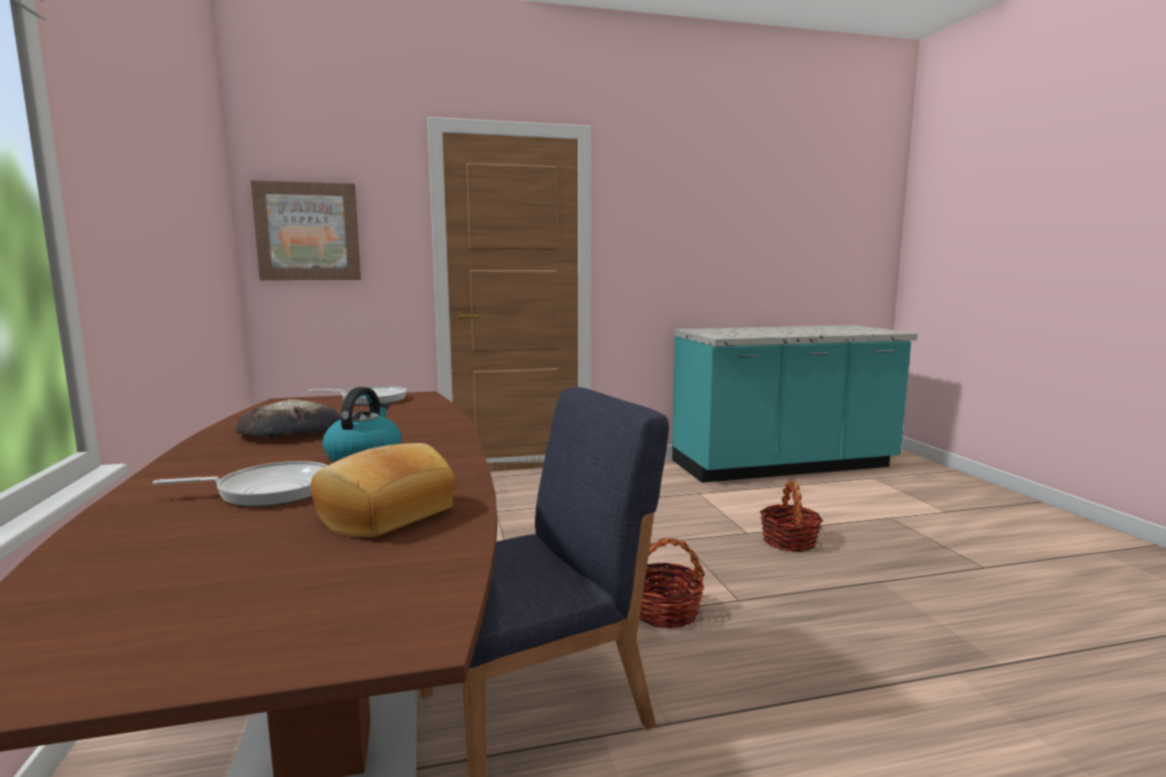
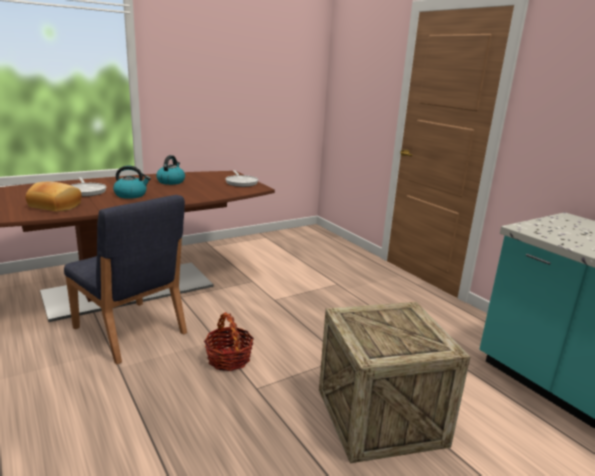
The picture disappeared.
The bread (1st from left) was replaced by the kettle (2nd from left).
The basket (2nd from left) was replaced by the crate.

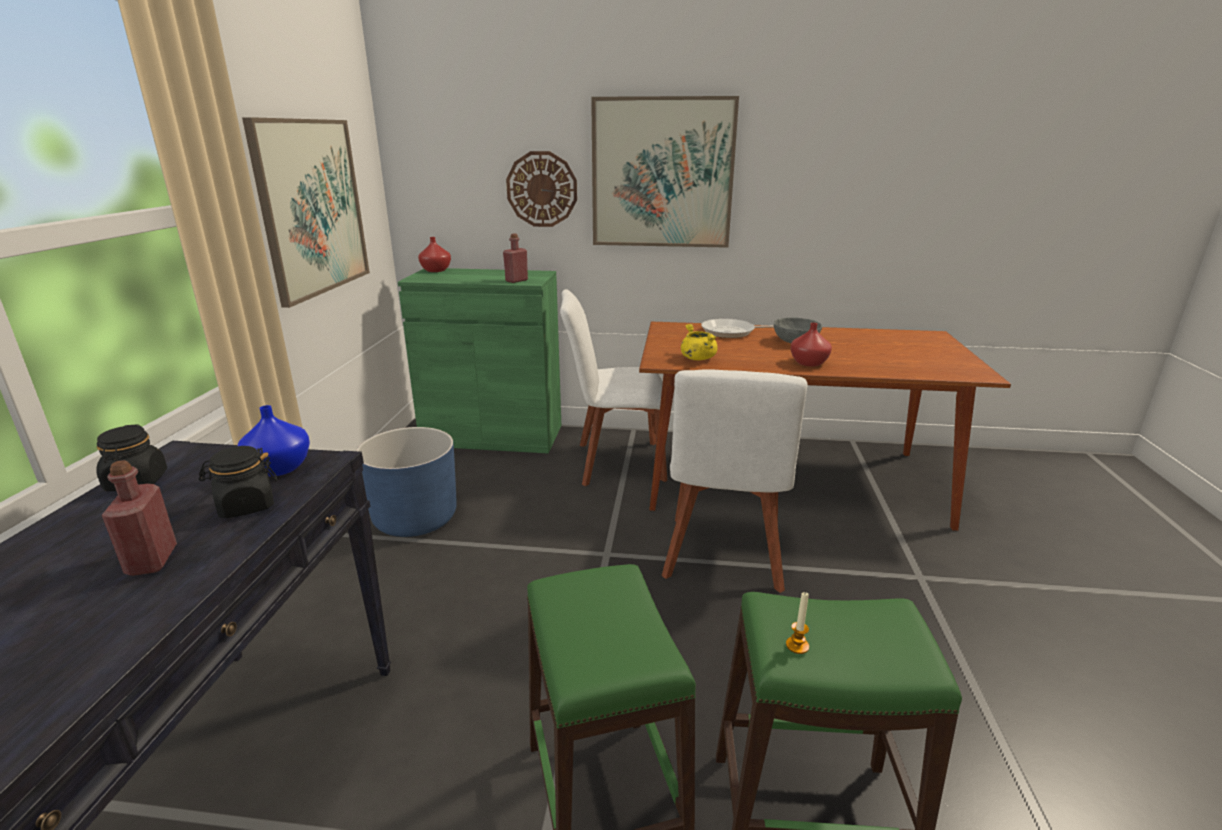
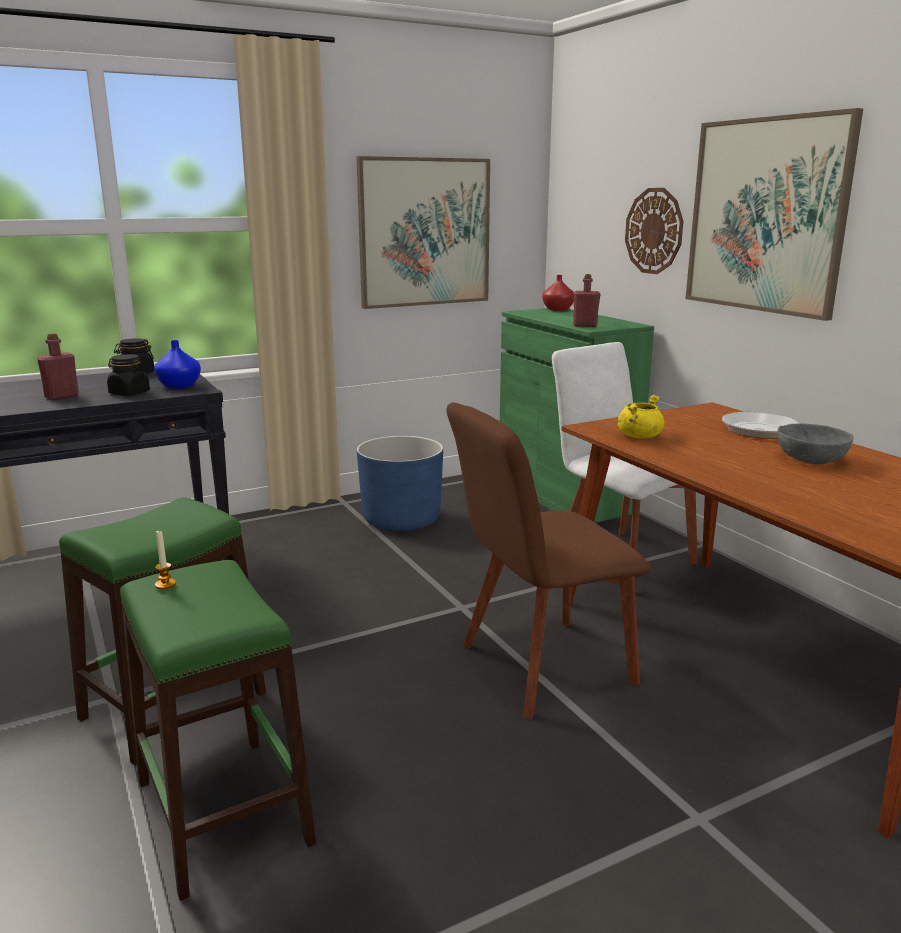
The vase (red) (2nd from left) disappeared.
The chair (white) (2nd from left) became the chair (brown).

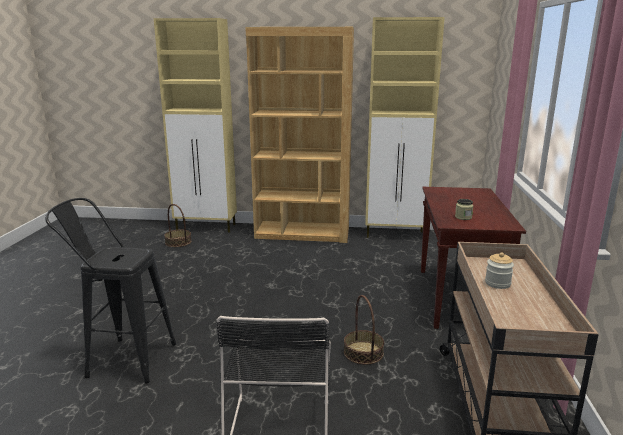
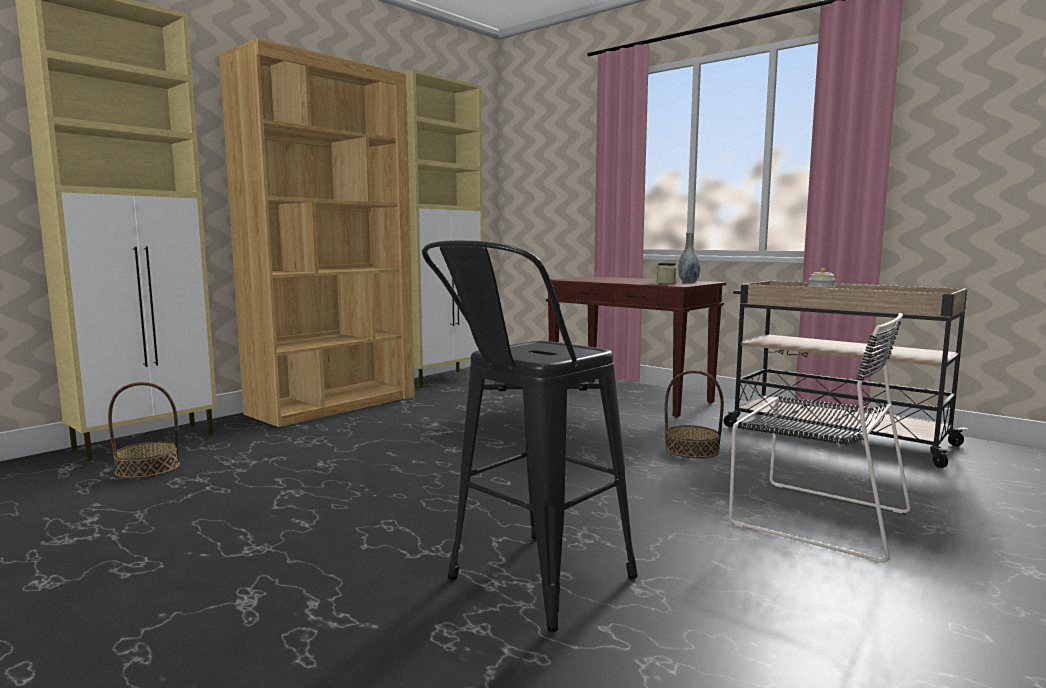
The vase (grey) appeared.

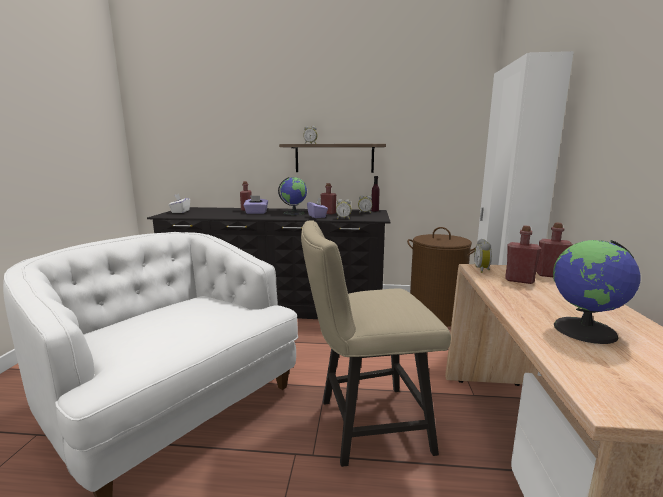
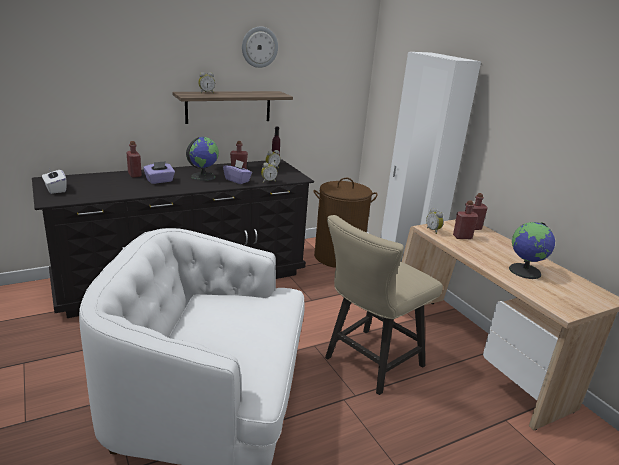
The wall clock appeared.

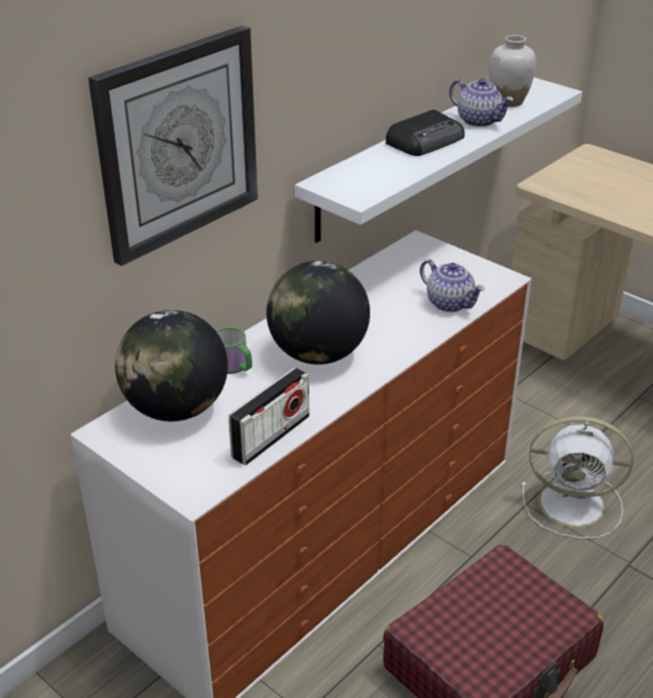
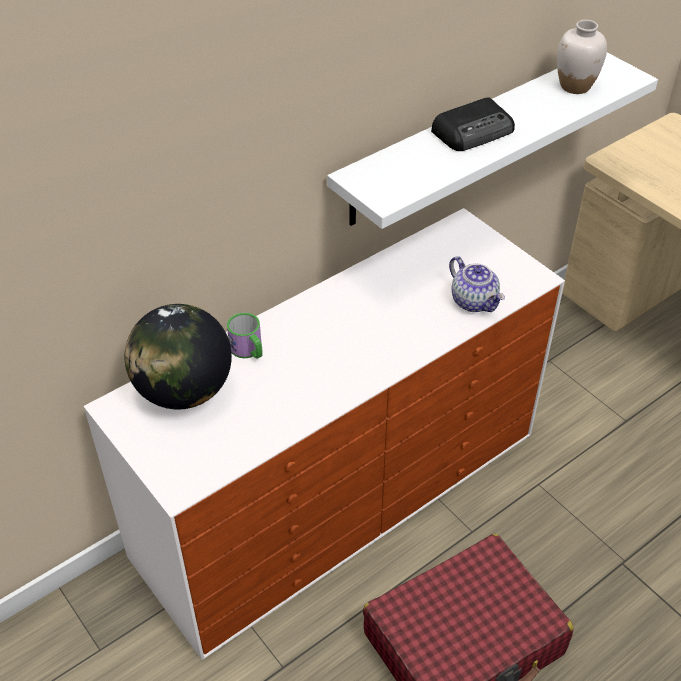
The wall clock disappeared.
The teapot (2nd from left) disappeared.
The globe (2nd from left) disappeared.
The radio (1st from left) disappeared.
The fan (white) disappeared.

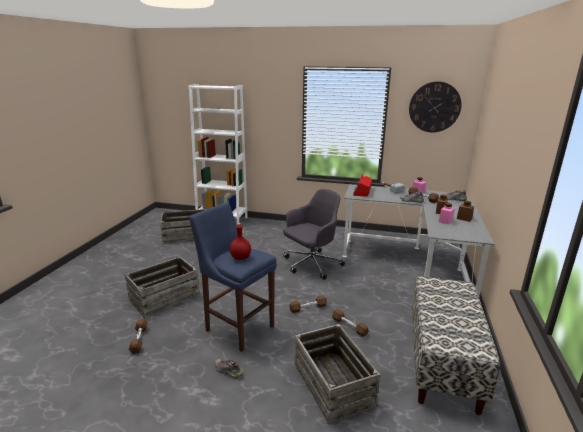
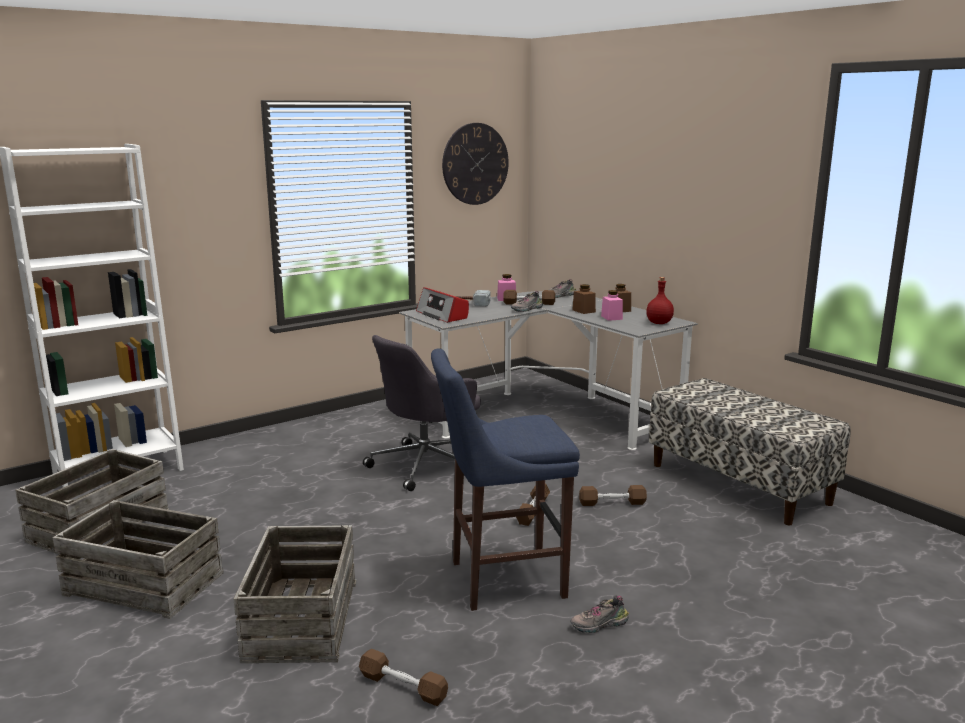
The office chair (grey) turned 135 degrees counterclockwise.
The bottle (red) moved.
The crate (3rd from left in the first image) moved.

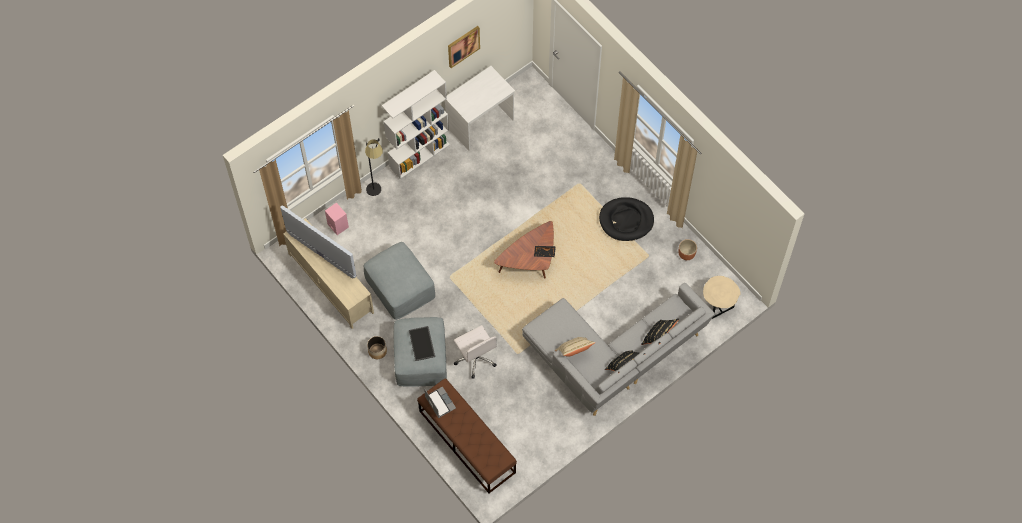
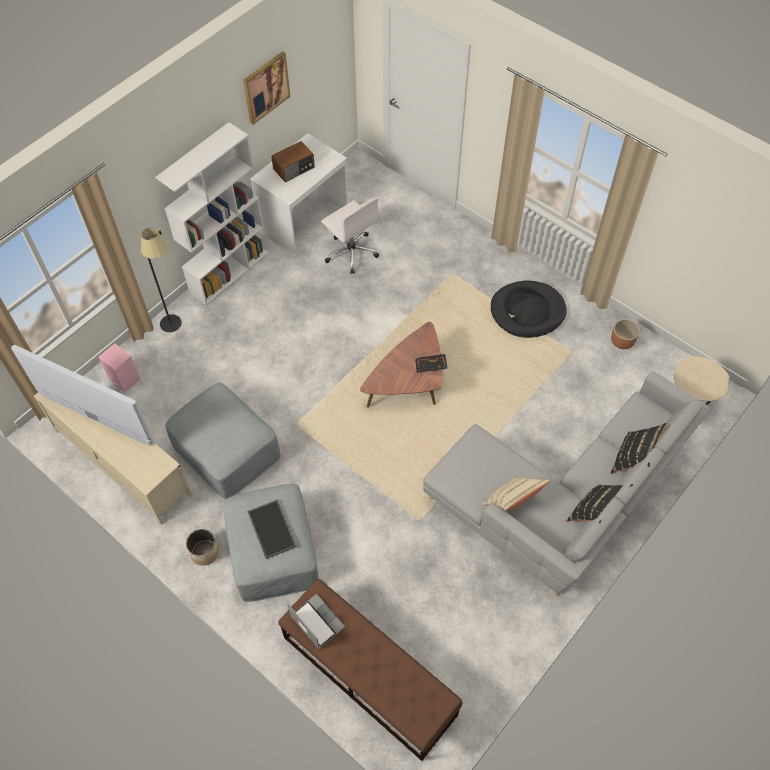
The office chair (white) moved.
The radio appeared.

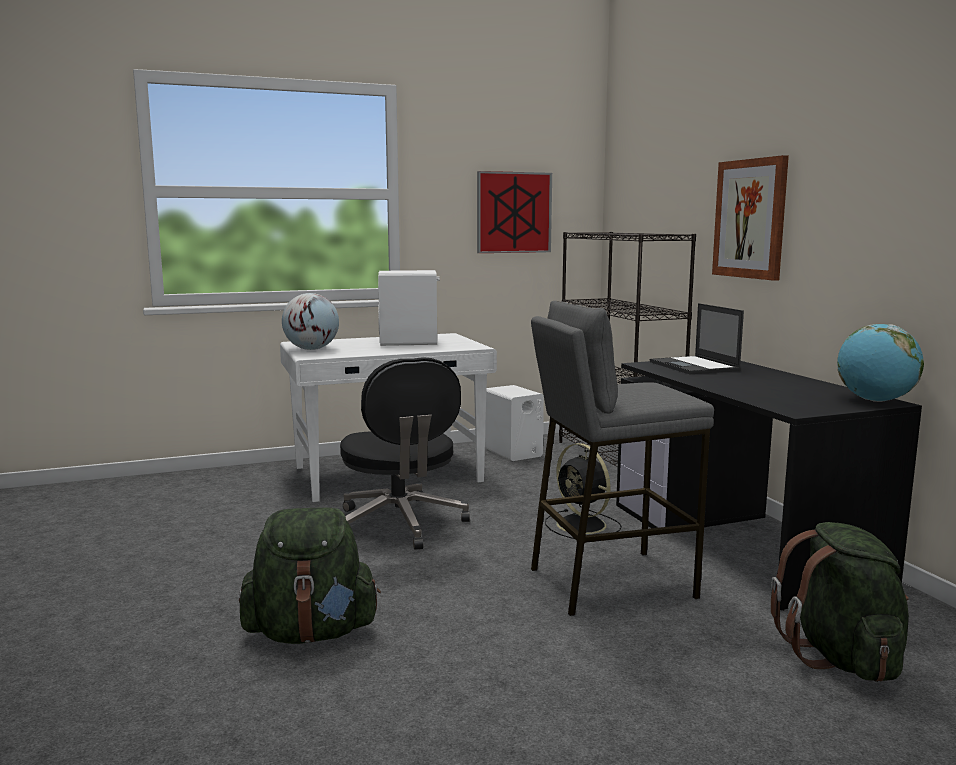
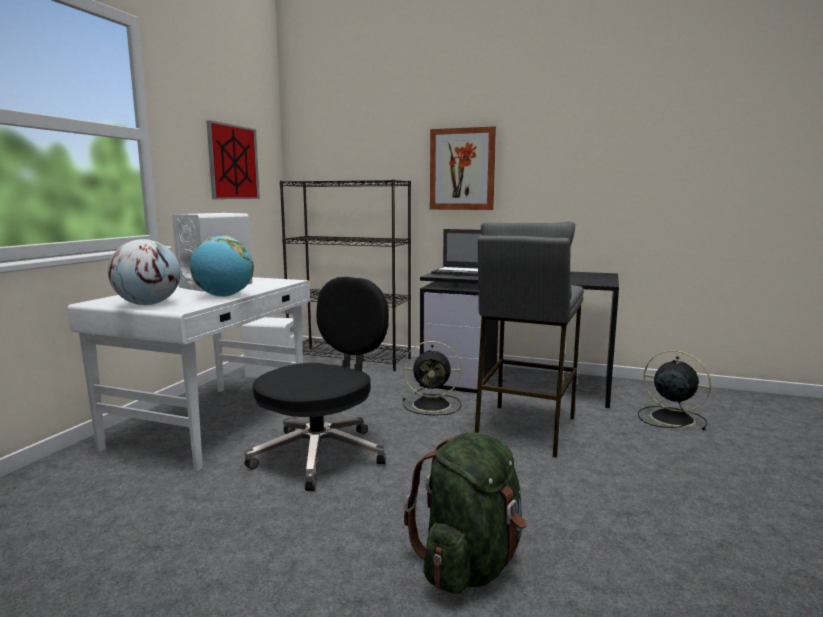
The globe (2nd from left) moved.
The office chair (black) turned 75 degrees counterclockwise.
The backpack (green) (2nd from left) was replaced by the fan (black) (2nd from left).

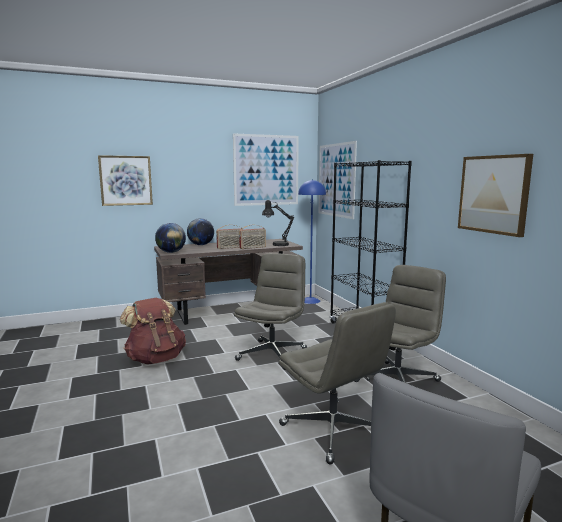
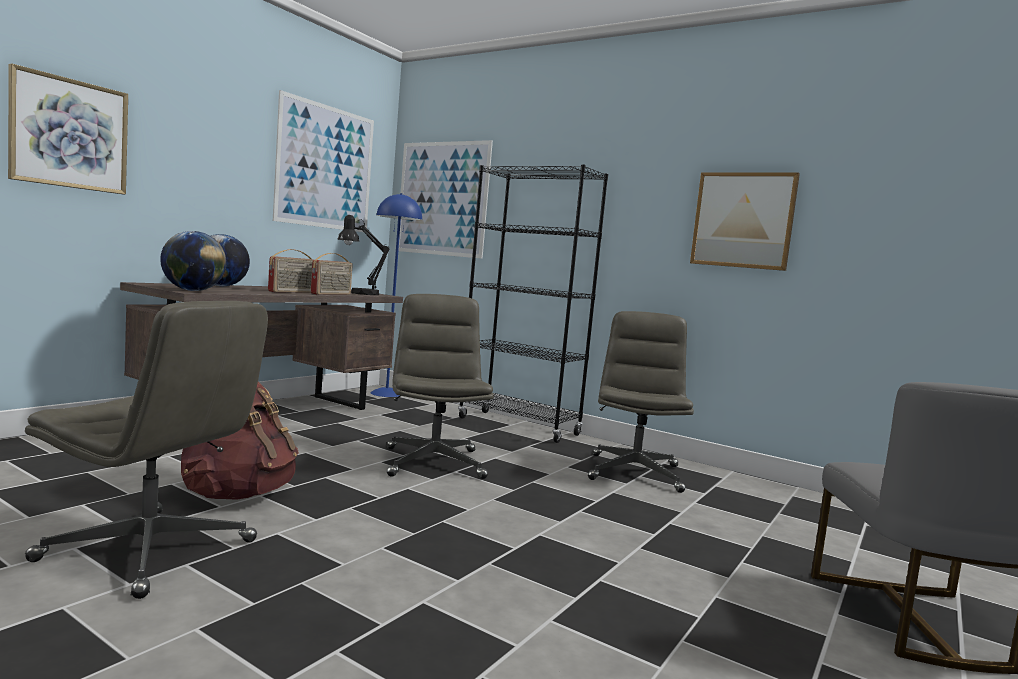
The office chair (grey) (2nd from left in the first image) moved.

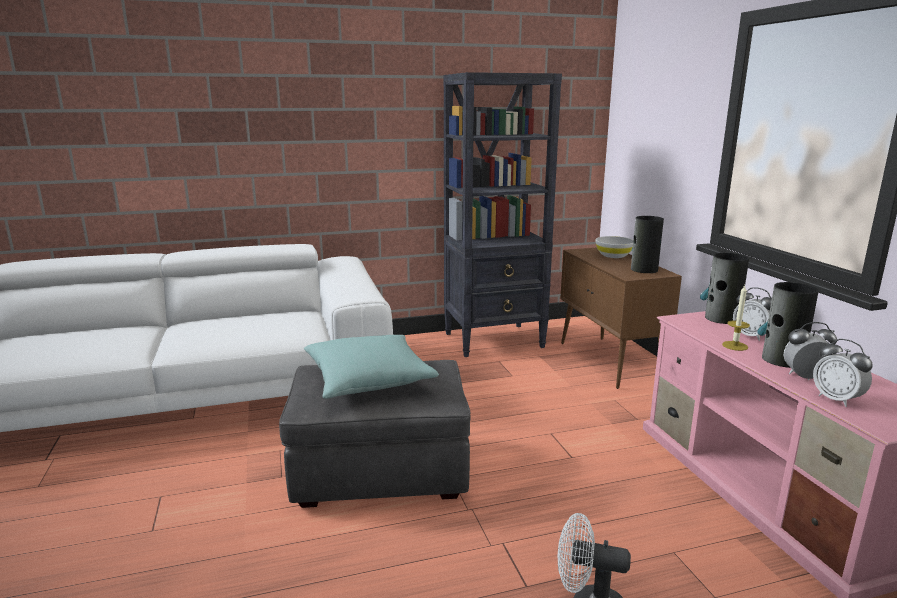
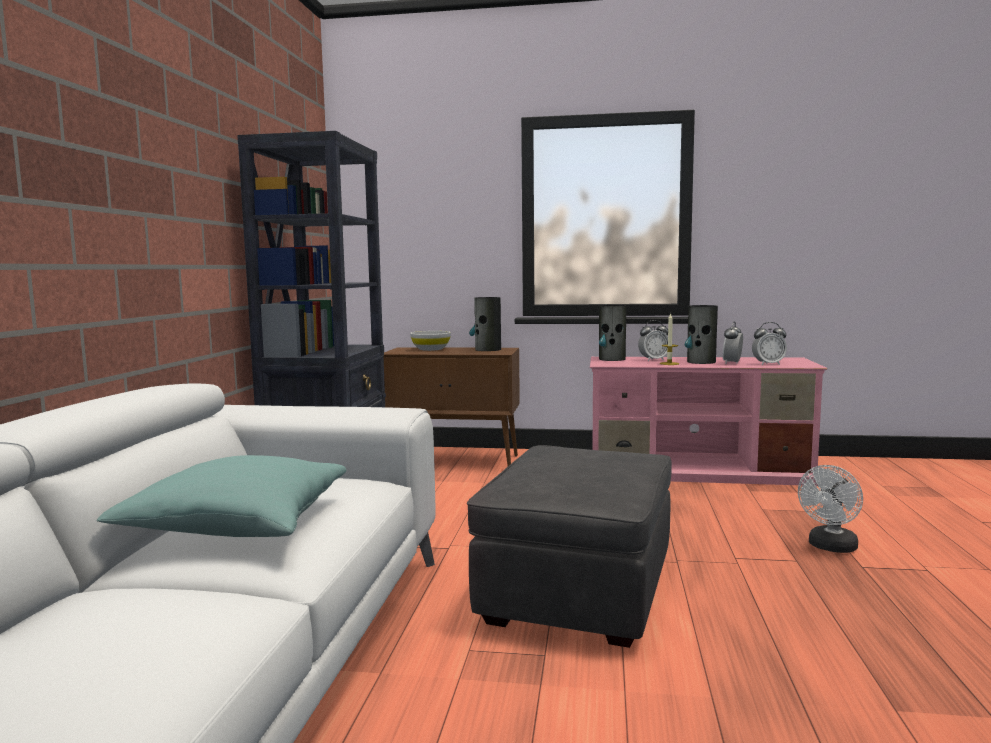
The pillow (turquoise) moved.

